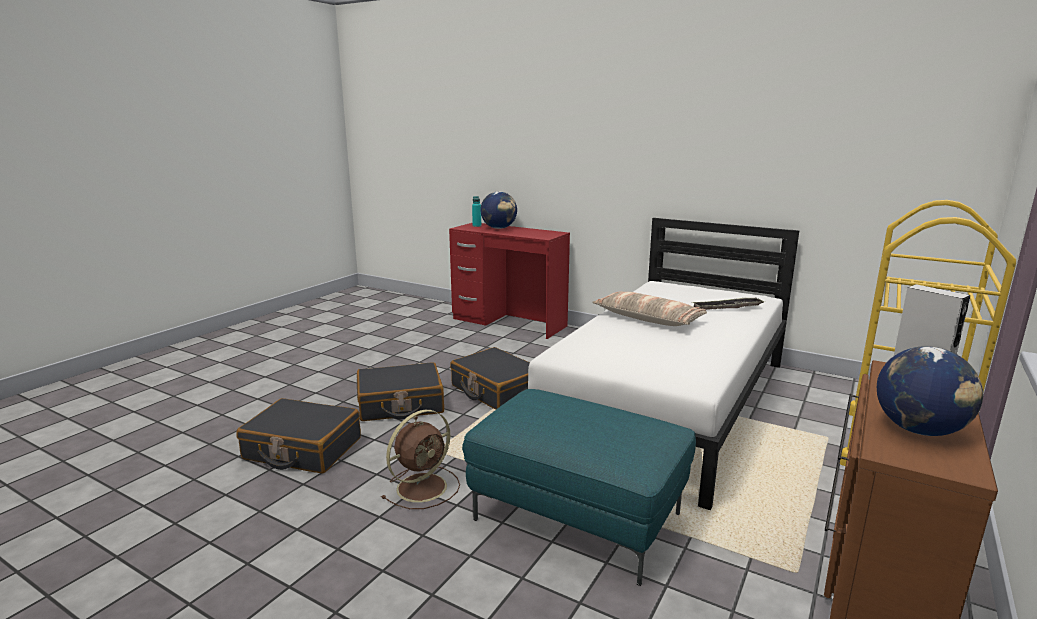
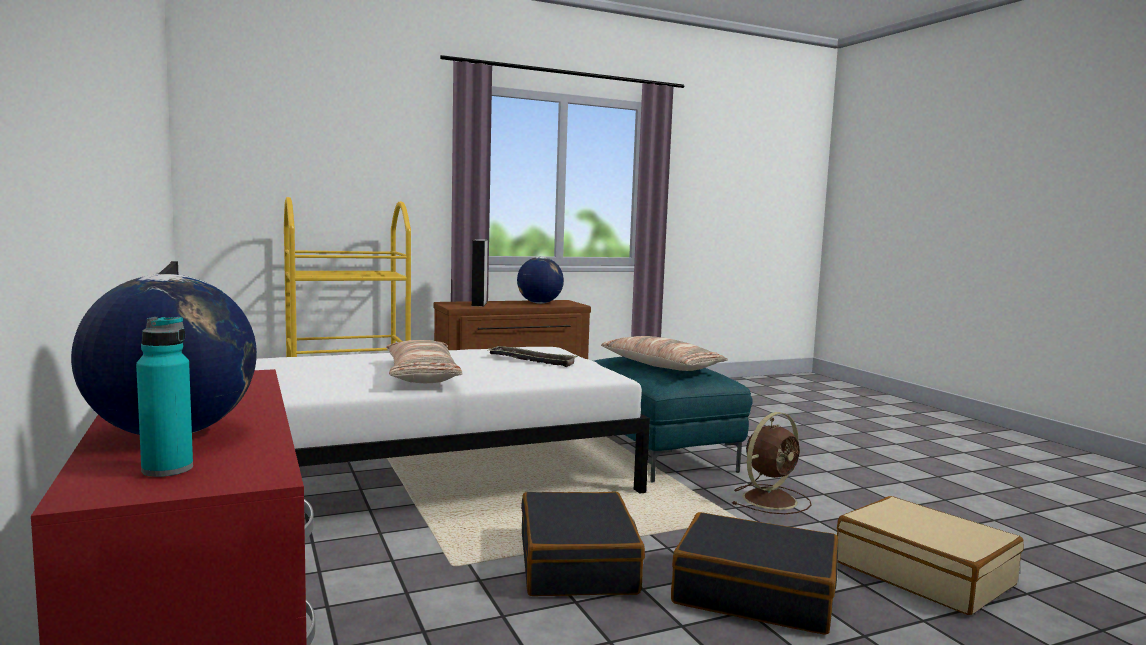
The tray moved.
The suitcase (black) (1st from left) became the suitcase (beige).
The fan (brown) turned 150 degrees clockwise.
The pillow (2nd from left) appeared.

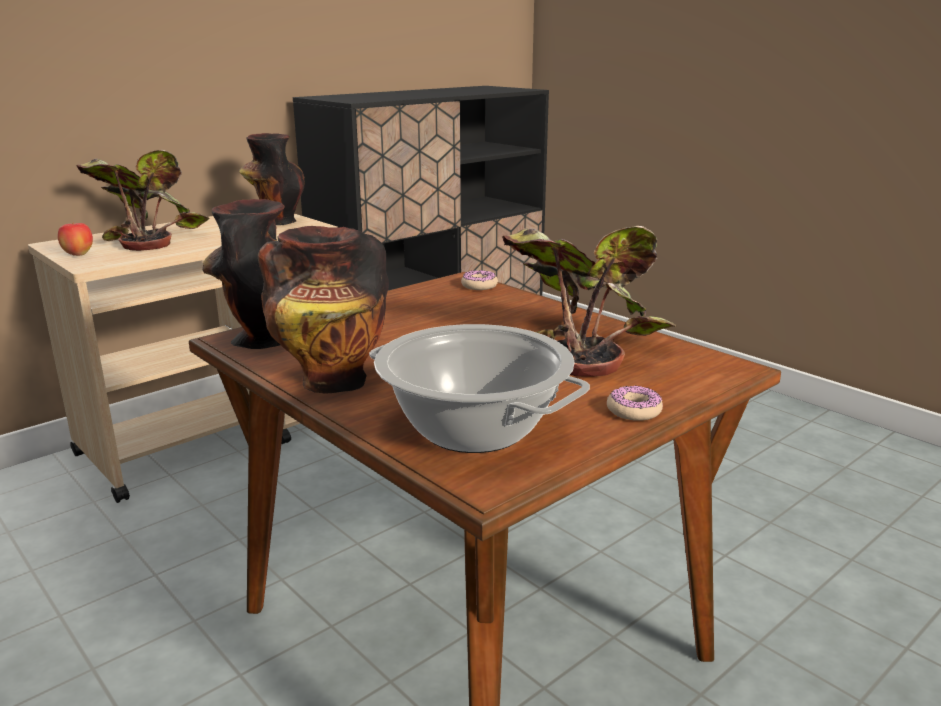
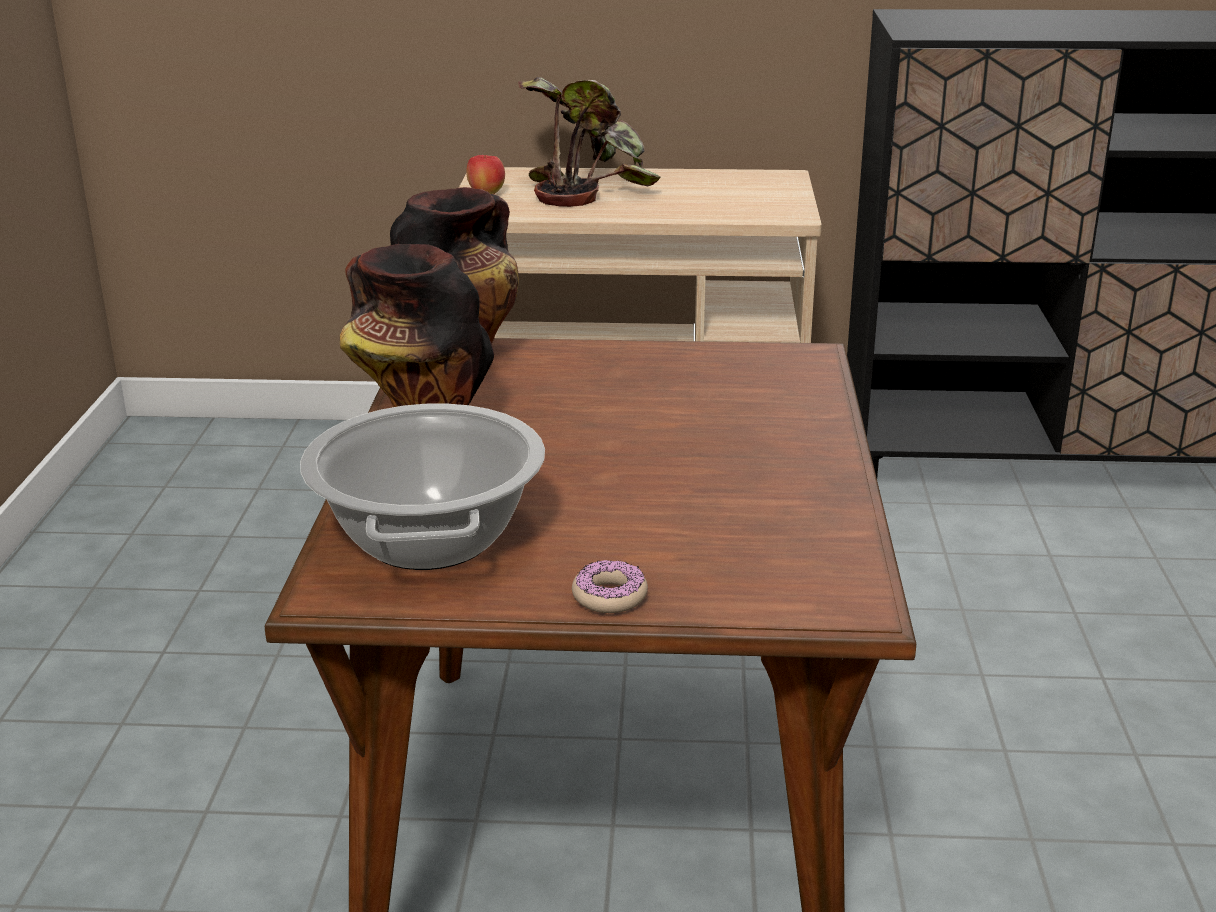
The vase (2nd from left) disappeared.
The potted plant (2nd from left) disappeared.
The donut (1st from left) disappeared.

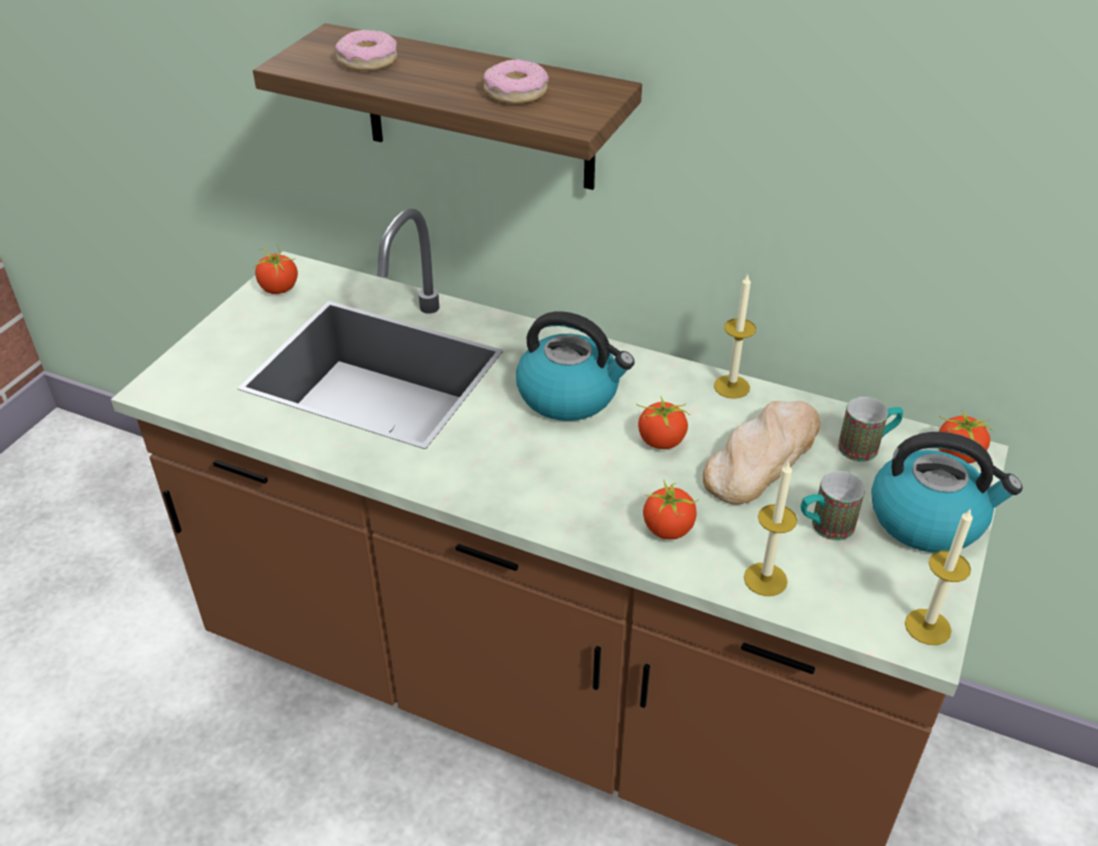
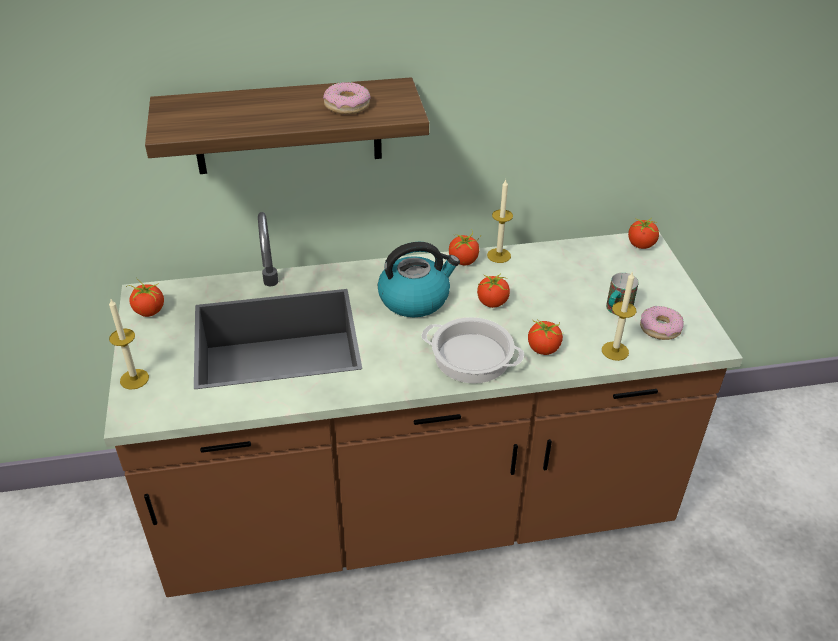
The donut (1st from left in the first image) moved.
The mug (2nd from left) disappeared.
The bread disappeared.
The kettle (2nd from left) disappeared.
The candle (3rd from left in the first image) moved.
The tomato (2nd from left) appeared.
The cooking pot appeared.

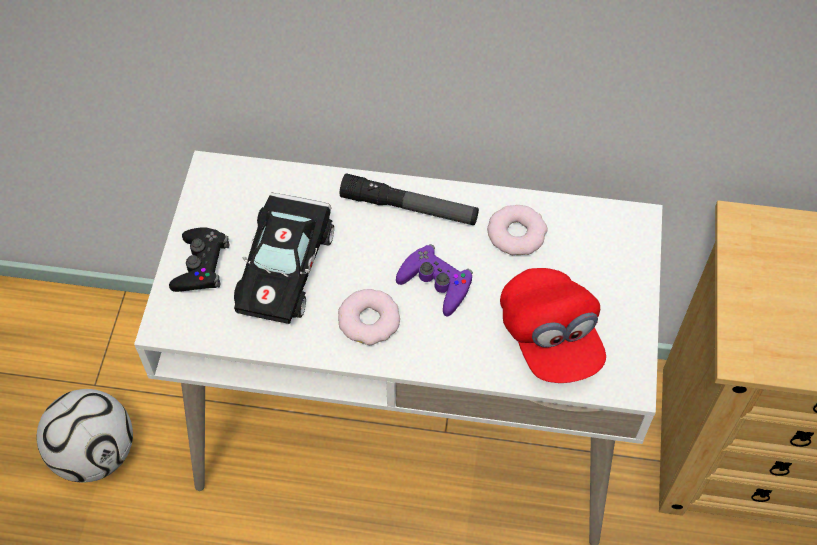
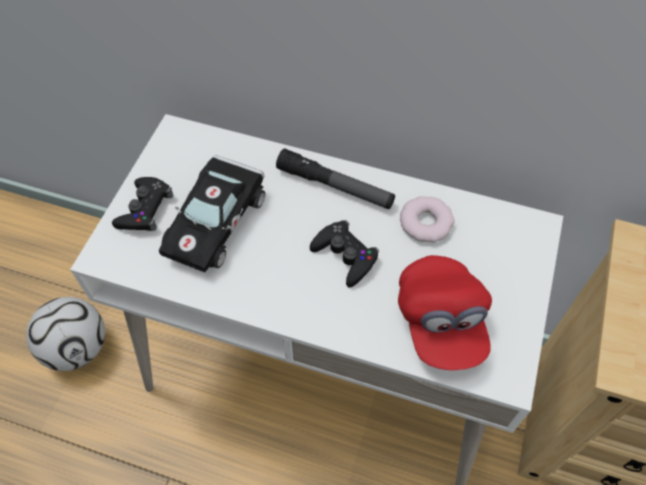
The game controller (purple) became the game controller (black) (2nd from left).
The donut (1st from left) disappeared.

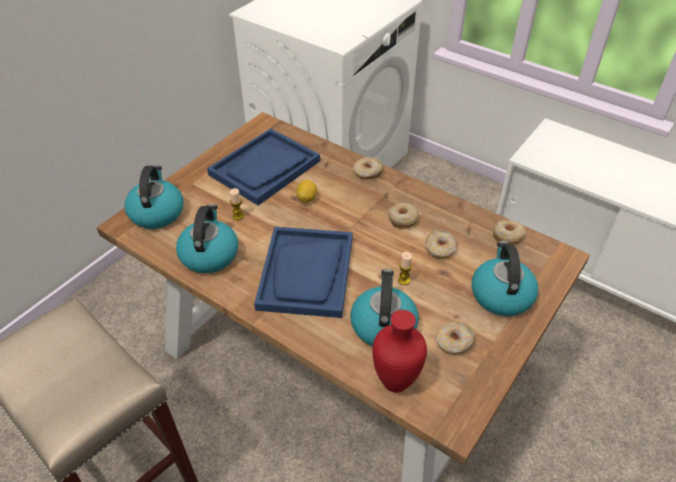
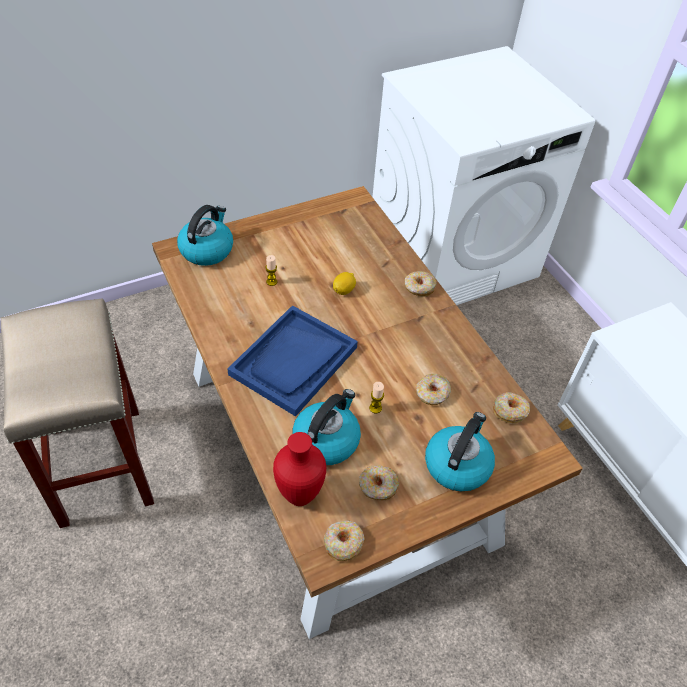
The tray (blue) (1st from left) disappeared.
The donut (2nd from left in the first image) moved.
The kettle (2nd from left) disappeared.

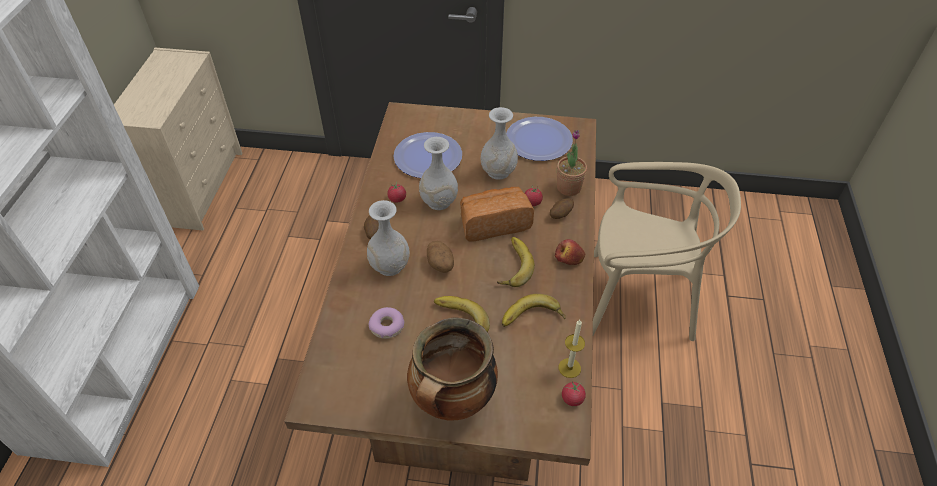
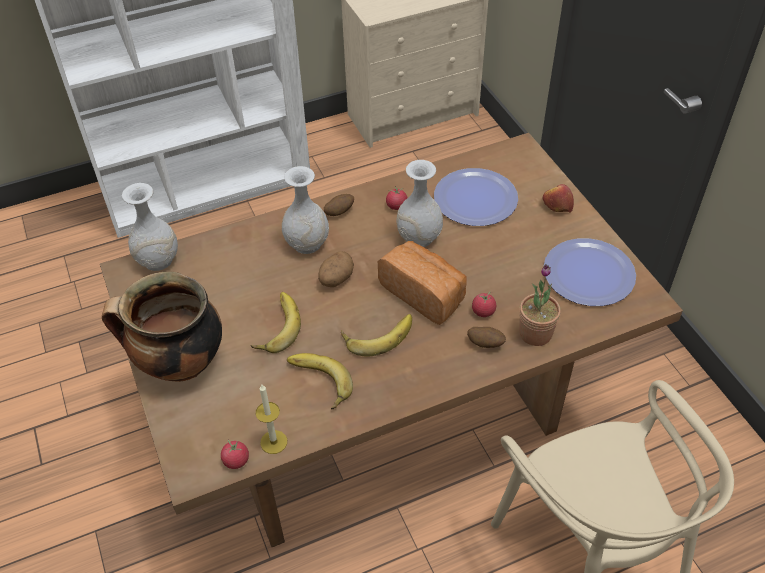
The vase (white) (3rd from left in the first image) moved.
The apple moved.
The donut disappeared.

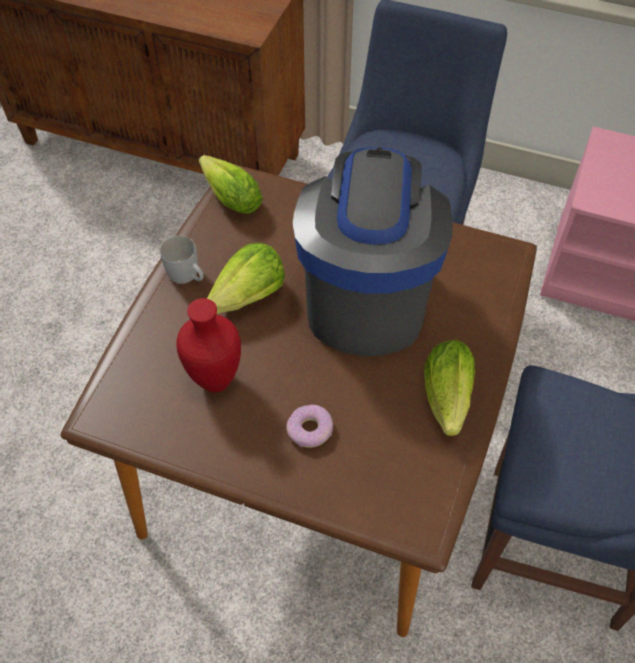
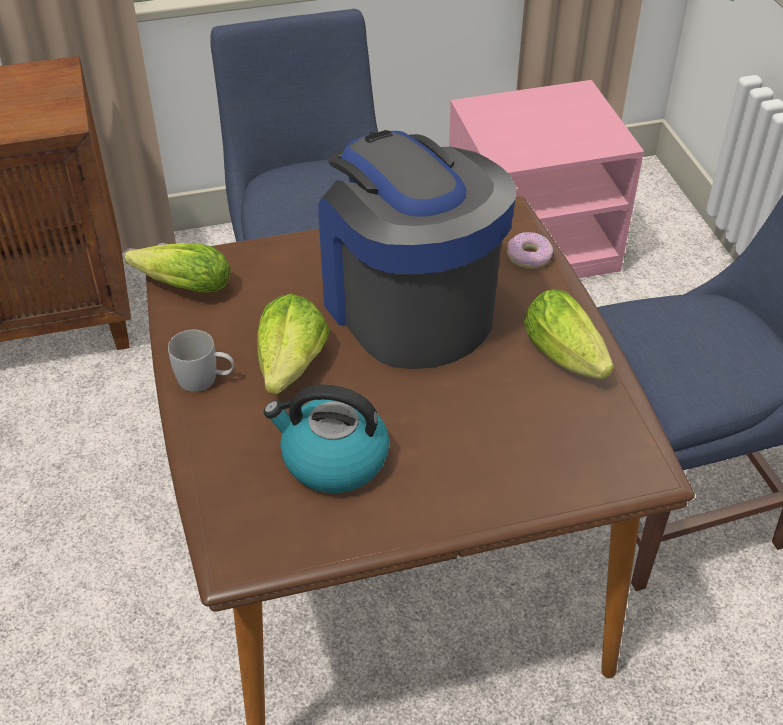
The vase (red) was replaced by the kettle.
The donut moved.

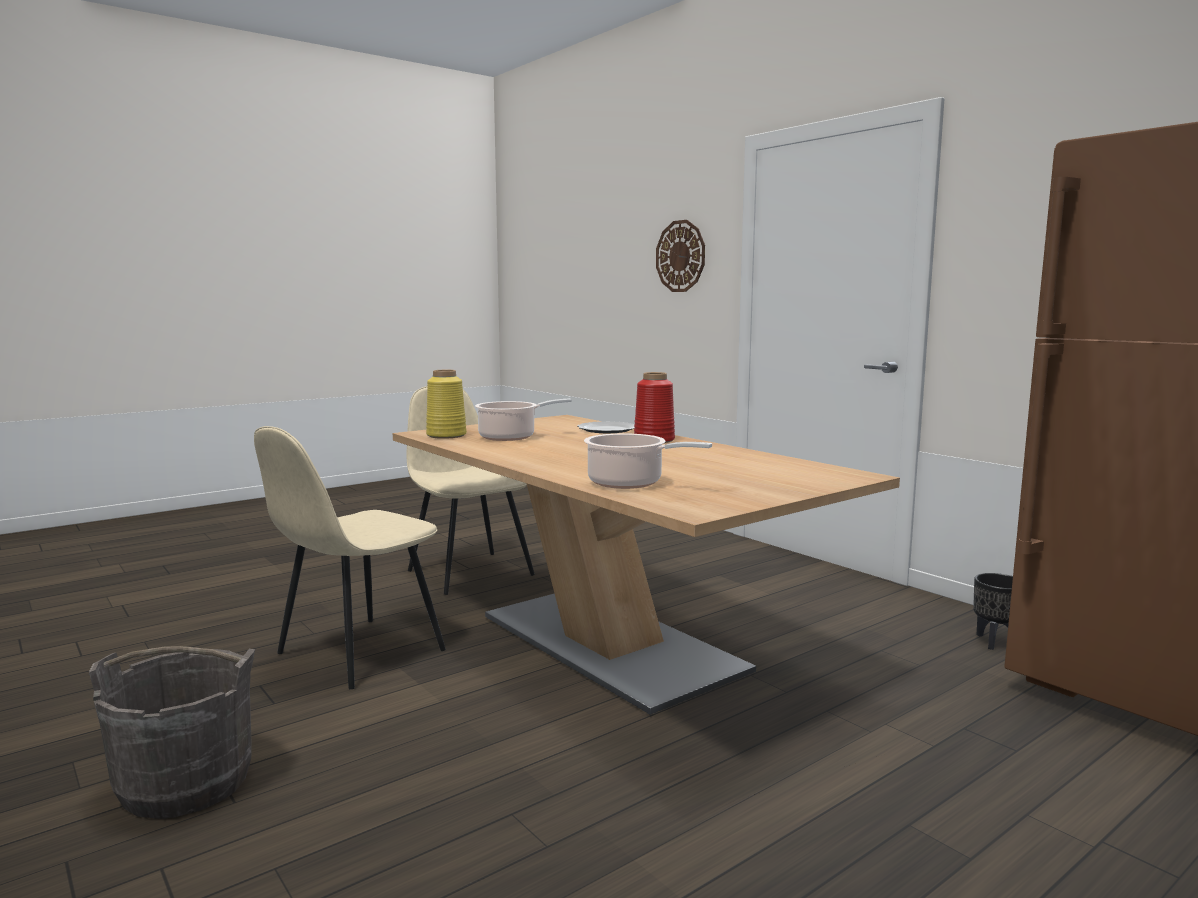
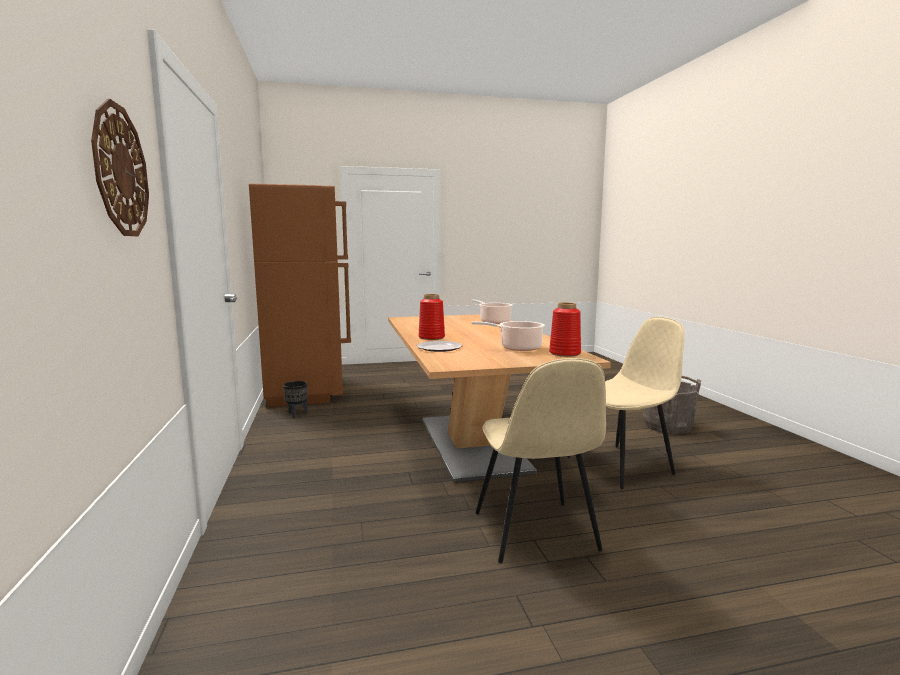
The vase (yellow) became the vase (red) (2nd from left).

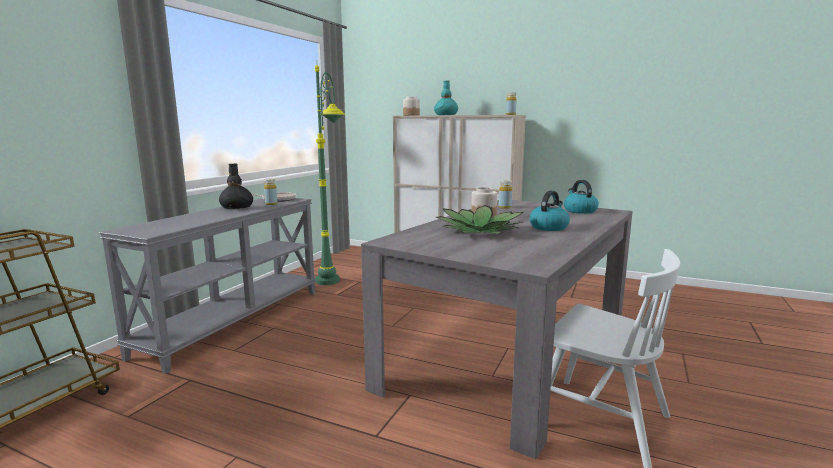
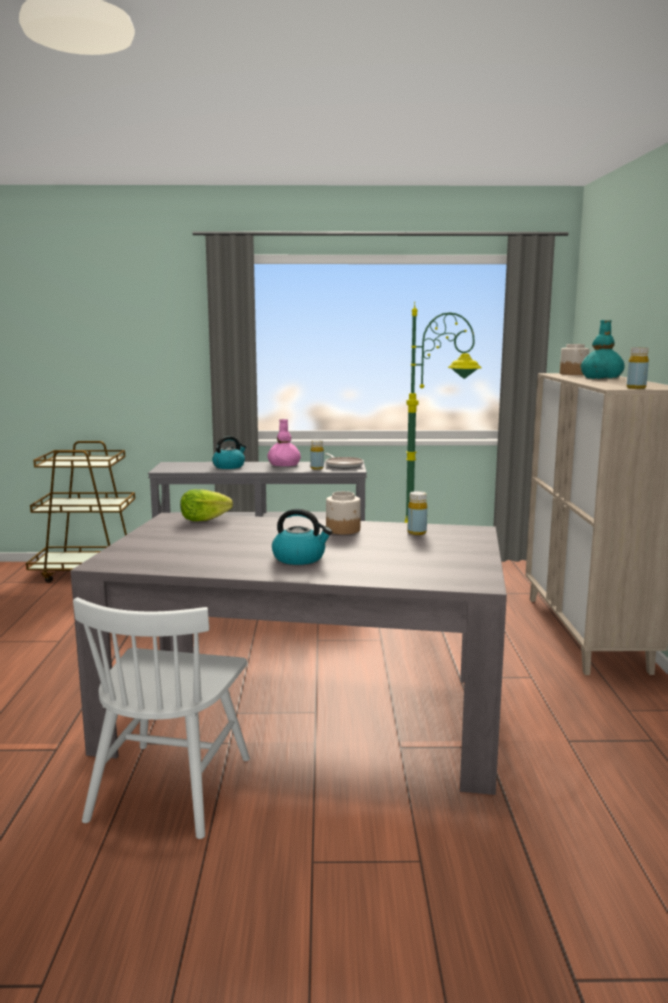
The vase (black) became the vase (pink).
The kettle (2nd from left in the first image) moved.
The potted plant disappeared.
The lettuce appeared.

